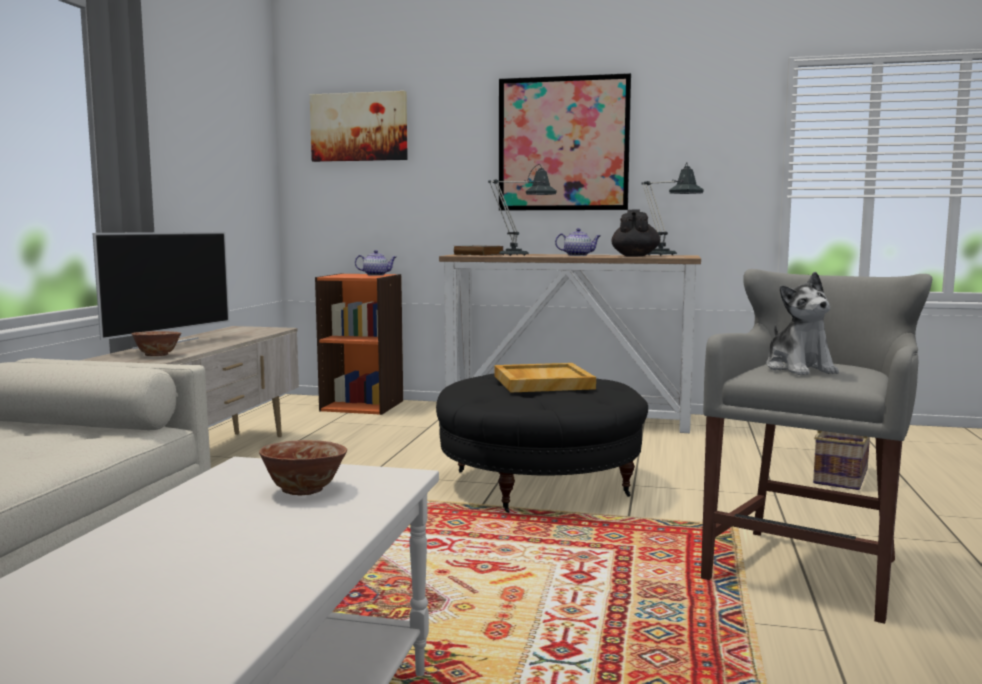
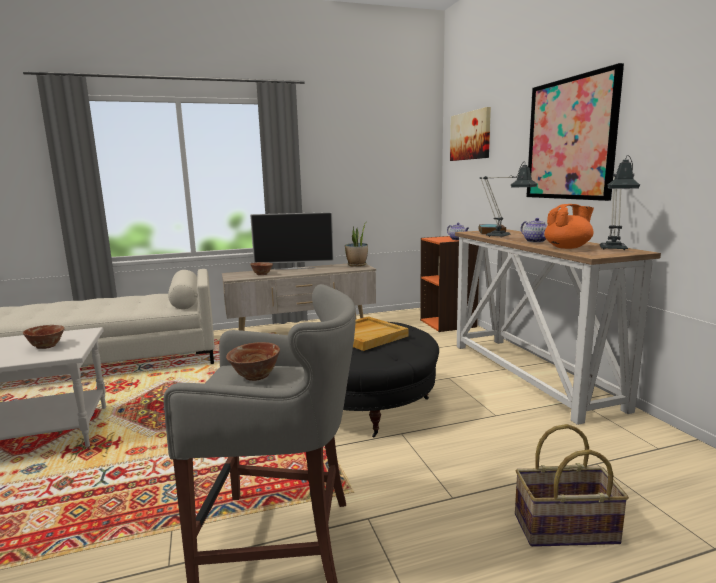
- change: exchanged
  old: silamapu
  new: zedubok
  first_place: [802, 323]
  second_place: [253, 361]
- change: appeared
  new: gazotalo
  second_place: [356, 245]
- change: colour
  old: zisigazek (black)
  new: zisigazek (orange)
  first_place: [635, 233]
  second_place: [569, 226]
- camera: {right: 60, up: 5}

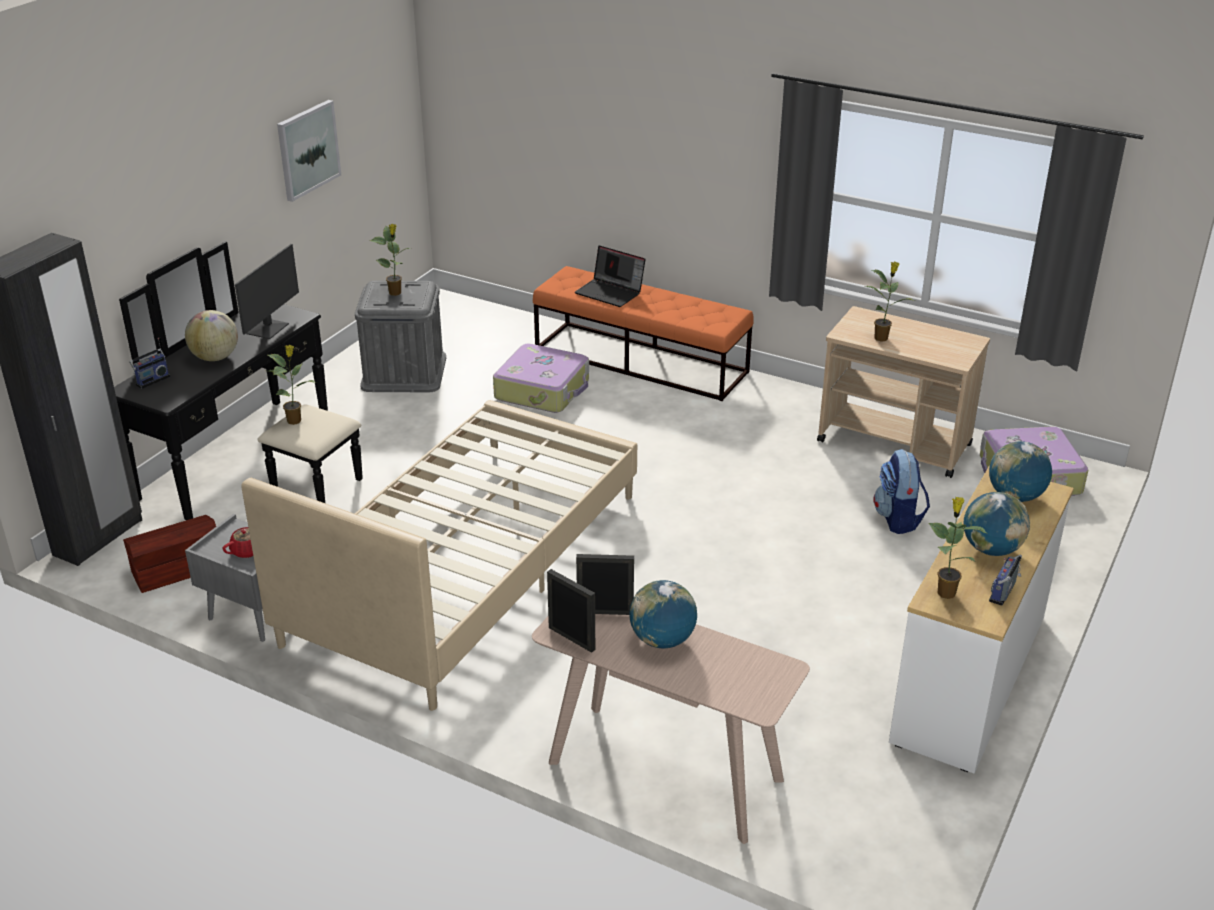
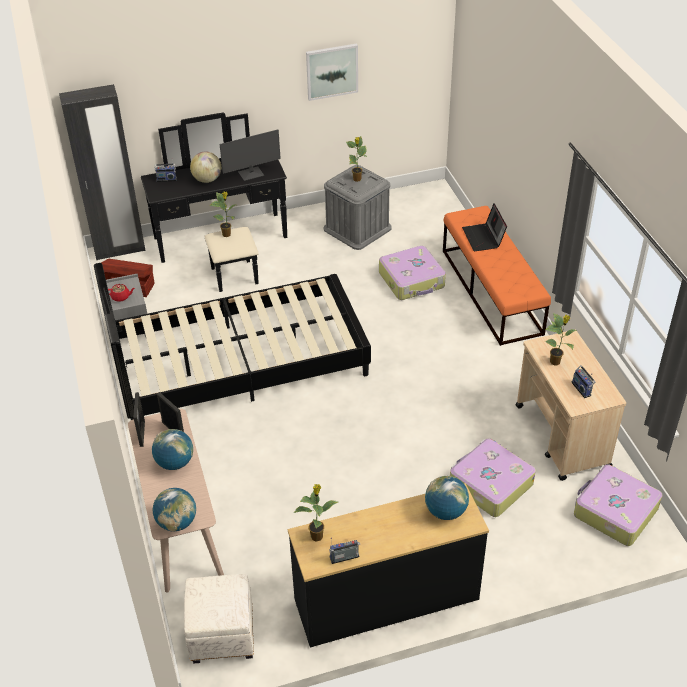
- change: colour
  old: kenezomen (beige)
  new: kenezomen (black)
  first_place: [439, 555]
  second_place: [232, 341]
- change: relocated
  old: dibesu
  first_place: [997, 524]
  second_place: [174, 510]
- change: appeared
  new: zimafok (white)
  second_place: [219, 619]
- change: colour
  old: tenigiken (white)
  new: tenigiken (black)
  first_place: [981, 619]
  second_place: [388, 565]
- change: exchanged
  old: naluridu
  new: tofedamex
  first_place: [902, 491]
  second_place: [493, 477]
- change: appeared
  new: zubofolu
  second_place: [583, 381]
- camera: {right: 45, up: 10}

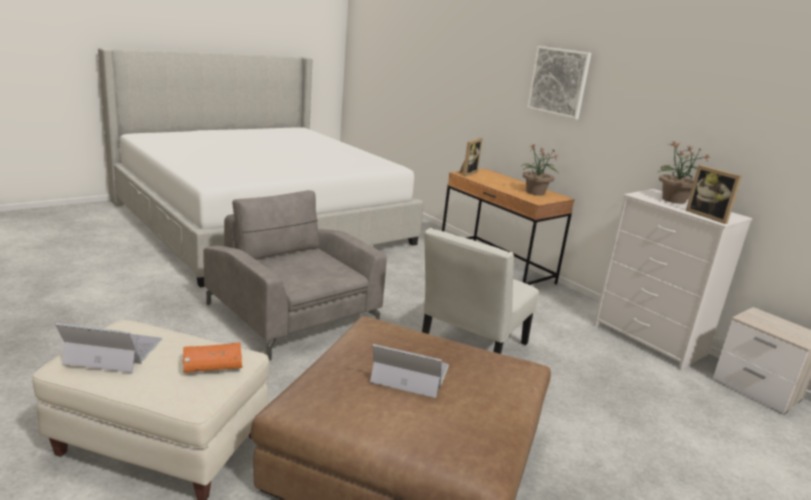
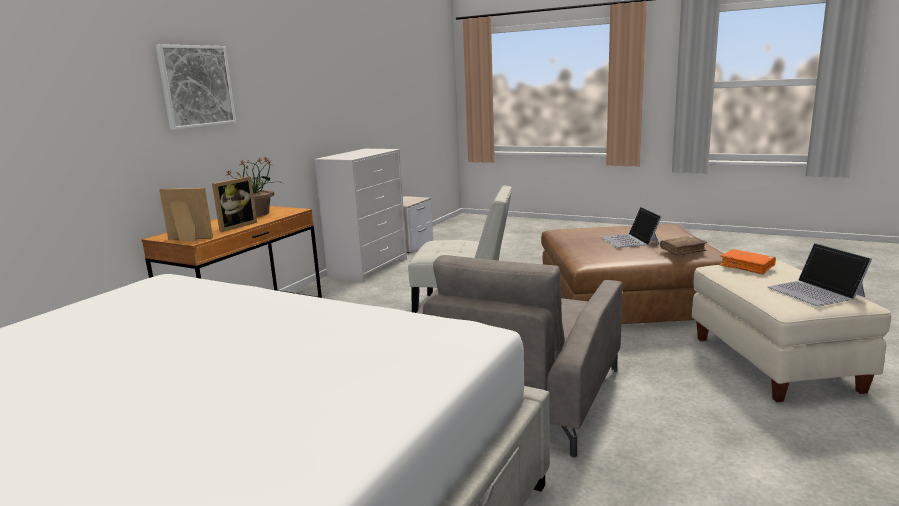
- change: relocated
  old: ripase
  first_place: [714, 194]
  second_place: [234, 204]
- change: appeared
  new: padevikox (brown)
  second_place: [684, 246]
- change: missing
  old: gazotalo
  first_place: [683, 172]
- camera: {right: -110, up: -5}

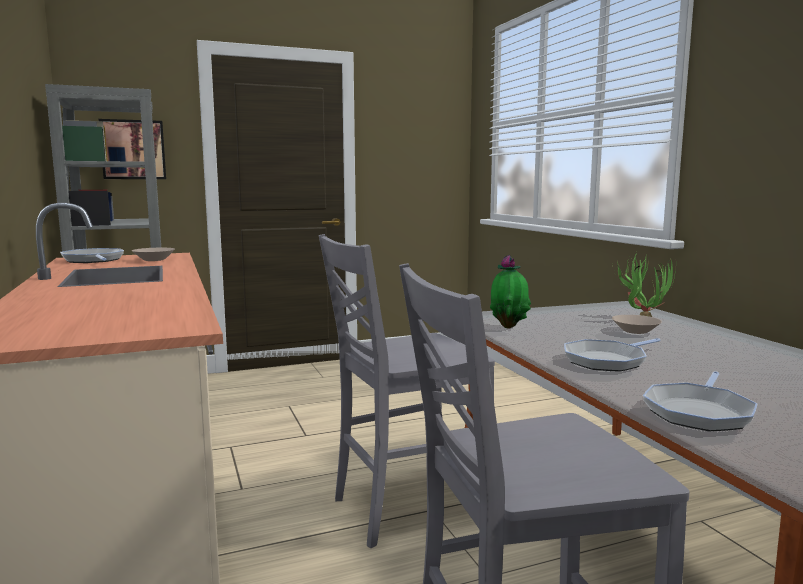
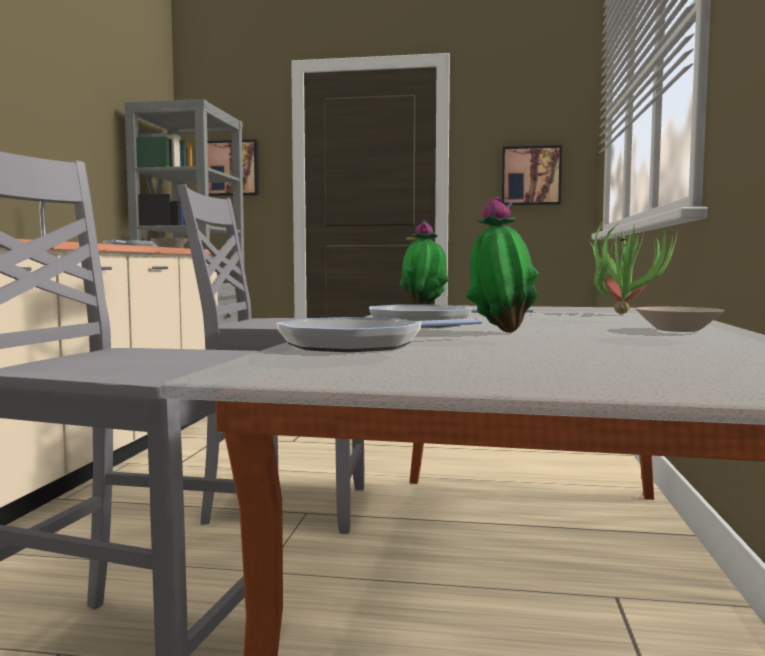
- change: appeared
  new: gazotalo
  second_place: [502, 265]
- change: appeared
  new: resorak
  second_place: [532, 175]
- change: relocated
  old: zedubok (beige)
  first_place: [637, 324]
  second_place: [680, 319]
- camera: {right: 30, up: -5}

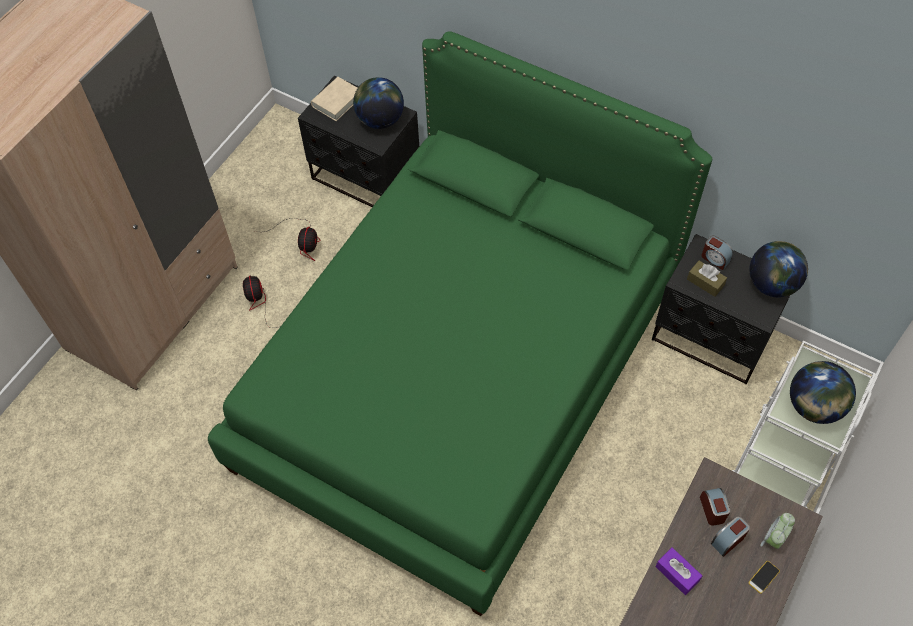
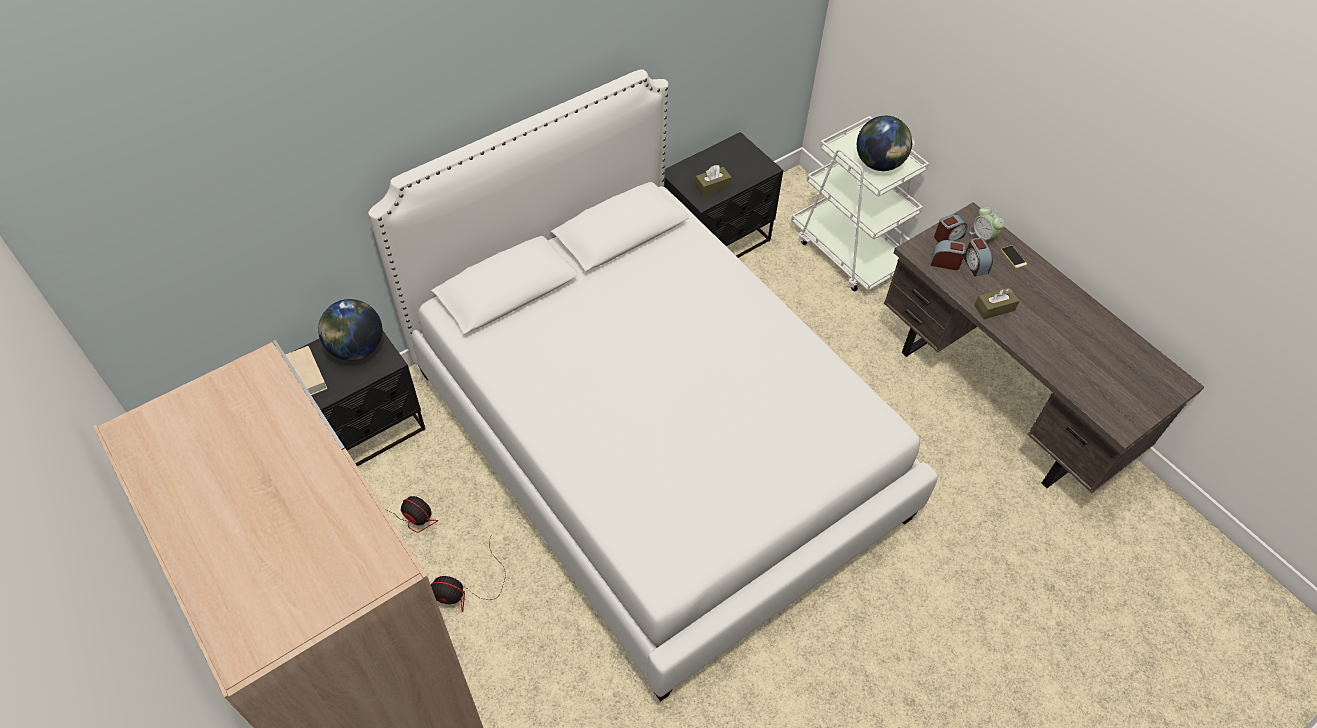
- change: colour
  old: kenezomen (green)
  new: kenezomen (white)
  first_place: [460, 323]
  second_place: [653, 385]
- change: relocated
  old: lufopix
  first_place: [717, 252]
  second_place: [950, 228]
- change: colour
  old: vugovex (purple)
  new: vugovex (brown)
  first_place: [678, 571]
  second_place: [996, 303]
- change: missing
  old: dibesu
  first_place: [778, 269]
- camera: {right: -70, up: -5}

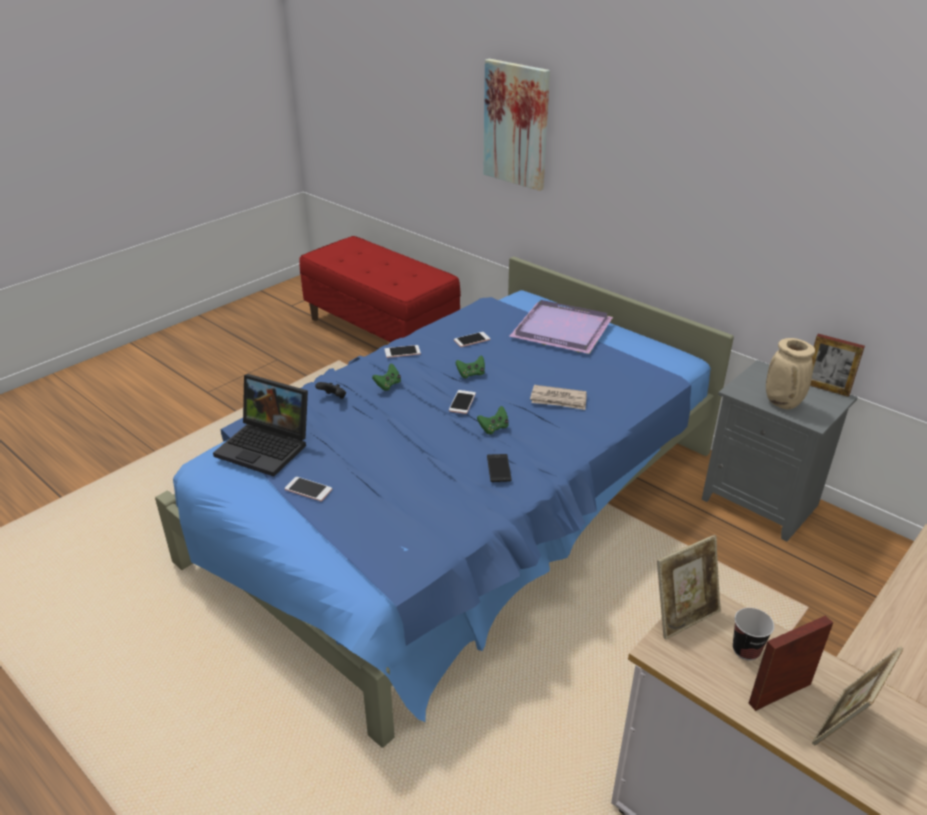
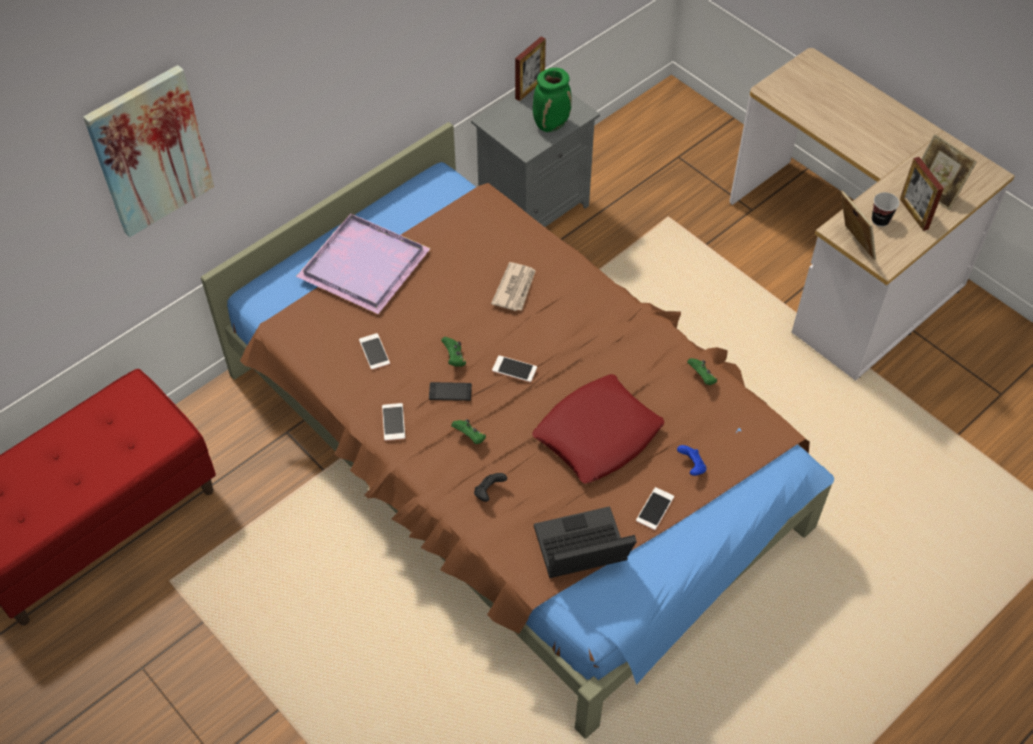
- change: colour
  old: kenezomen (blue)
  new: kenezomen (brown)
  first_place: [444, 502]
  second_place: [517, 430]
- change: relocated
  old: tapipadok
  first_place: [499, 468]
  second_place: [450, 391]
- change: appeared
  new: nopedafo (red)
  second_place: [598, 429]
- change: colour
  old: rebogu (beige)
  new: rebogu (green)
  first_place: [790, 374]
  second_place: [552, 100]
- change: spun
  old: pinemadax
  first_place: [260, 425]
  second_place: [585, 542]
  degrees: -135
- change: appeared
  new: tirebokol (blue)
  second_place: [691, 460]
- change: relocated
  old: tirebokol (green)
  first_place: [493, 420]
  second_place: [702, 371]
- camera: {right: -85, up: 20}

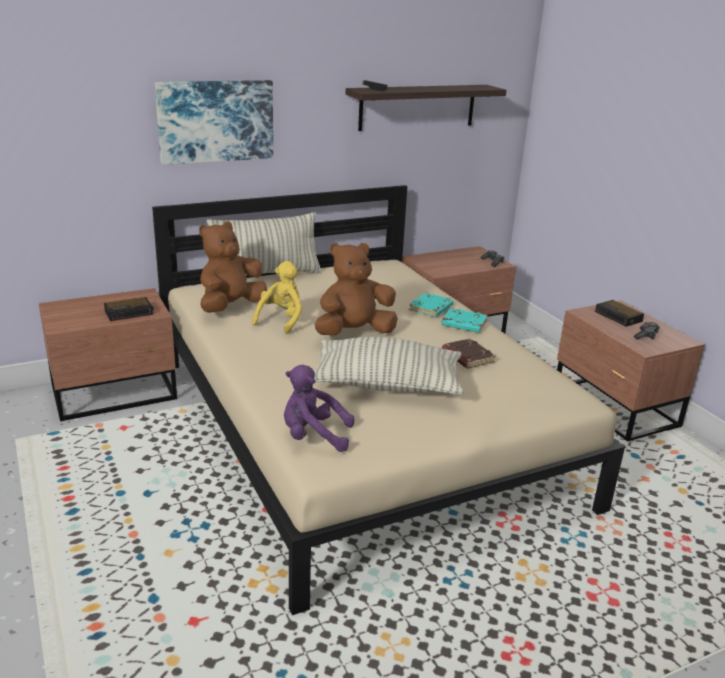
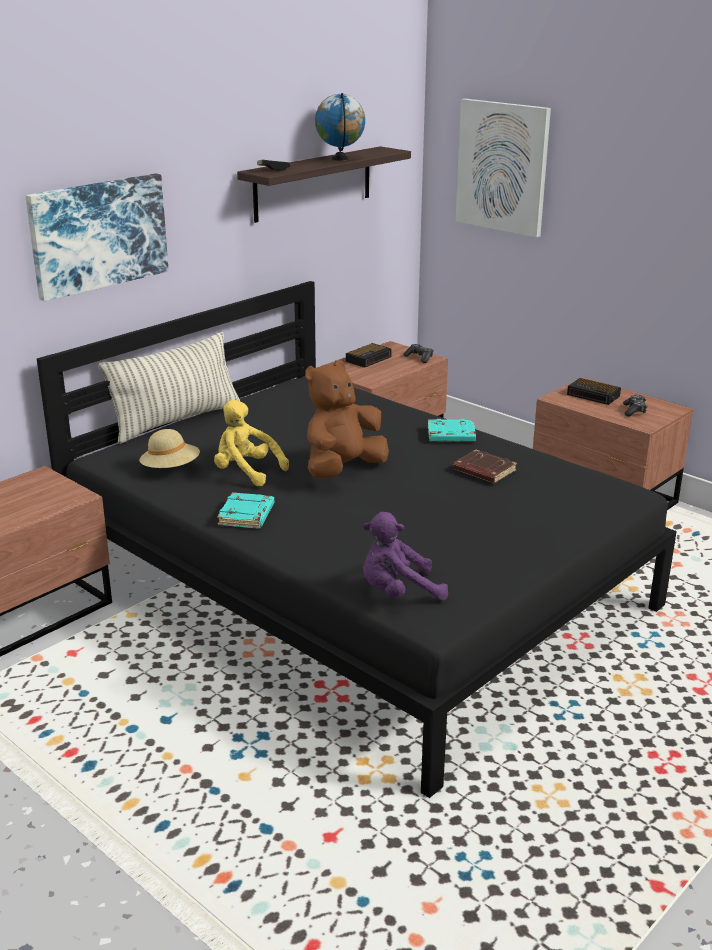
- change: colour
  old: kenezomen (beige)
  new: kenezomen (black)
  first_place: [388, 400]
  second_place: [357, 539]
- change: exchanged
  old: silamapu (brown)
  new: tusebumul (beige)
  first_place: [233, 267]
  second_place: [169, 448]
- change: spun
  old: silamapu (yellow)
  first_place: [277, 297]
  second_place: [251, 443]
  degrees: -60
- change: relocated
  old: padevikox (turquoise)
  first_place: [431, 304]
  second_place: [245, 510]
- change: appeared
  new: dibesu
  second_place: [340, 126]
- change: relocated
  old: lufopix
  first_place: [129, 309]
  second_place: [369, 355]
- change: appeared
  new: resorak
  second_place: [503, 168]
- change: missing
  old: nopedafo
  first_place: [389, 366]
- camera: {right: -20, up: 0}

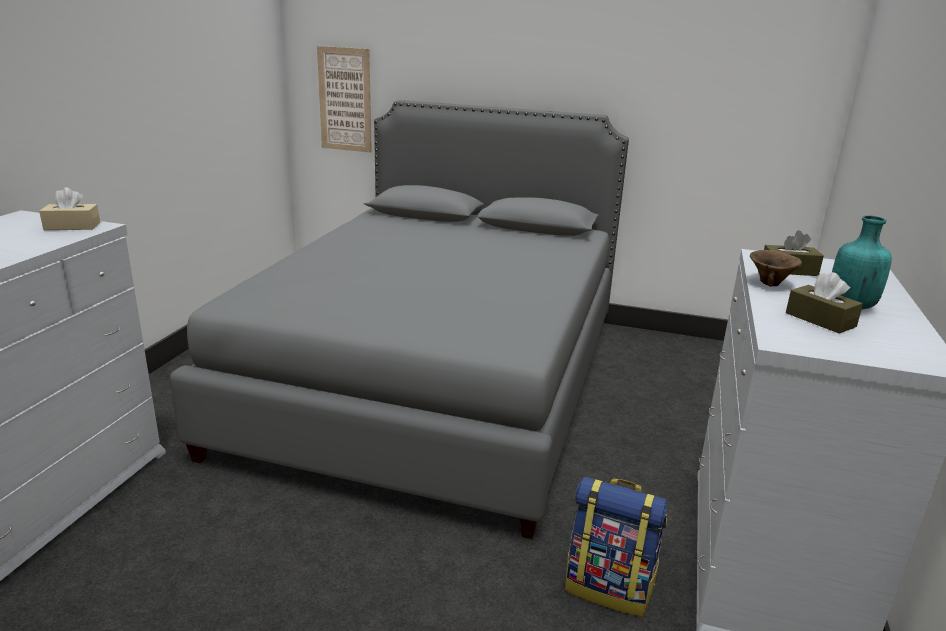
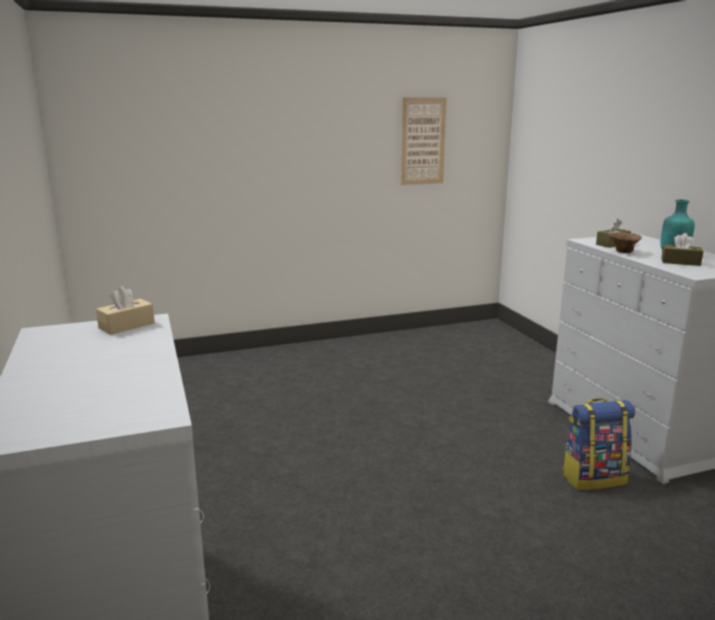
- change: relocated
  old: resorak
  first_place: [344, 99]
  second_place: [424, 141]
- change: missing
  old: kenezomen (grey)
  first_place: [399, 319]
- camera: {right: -35, up: -5}

